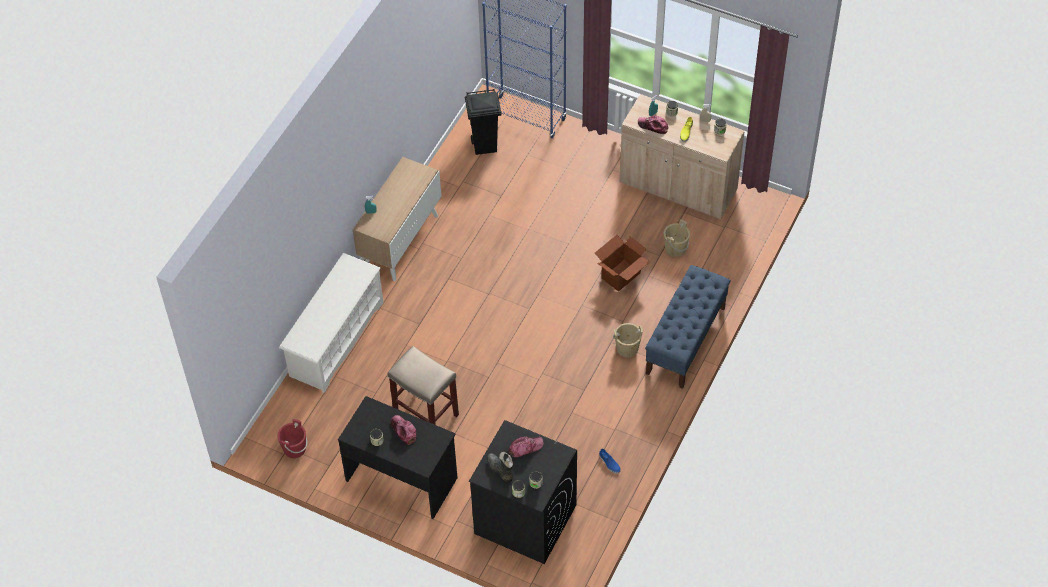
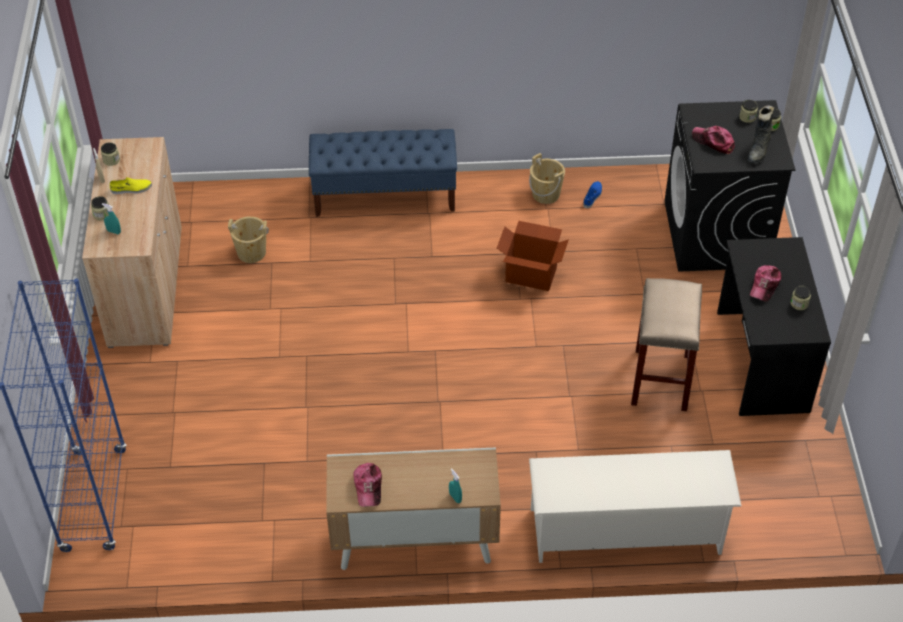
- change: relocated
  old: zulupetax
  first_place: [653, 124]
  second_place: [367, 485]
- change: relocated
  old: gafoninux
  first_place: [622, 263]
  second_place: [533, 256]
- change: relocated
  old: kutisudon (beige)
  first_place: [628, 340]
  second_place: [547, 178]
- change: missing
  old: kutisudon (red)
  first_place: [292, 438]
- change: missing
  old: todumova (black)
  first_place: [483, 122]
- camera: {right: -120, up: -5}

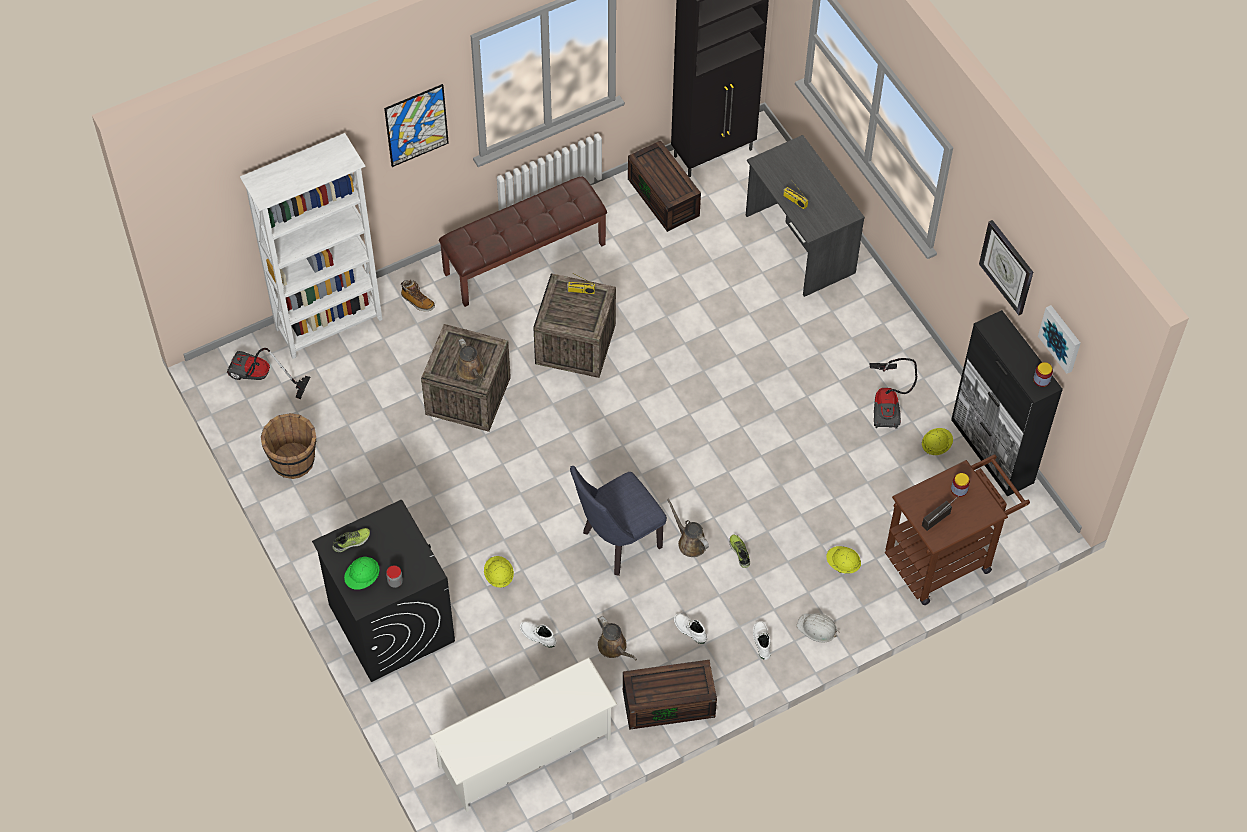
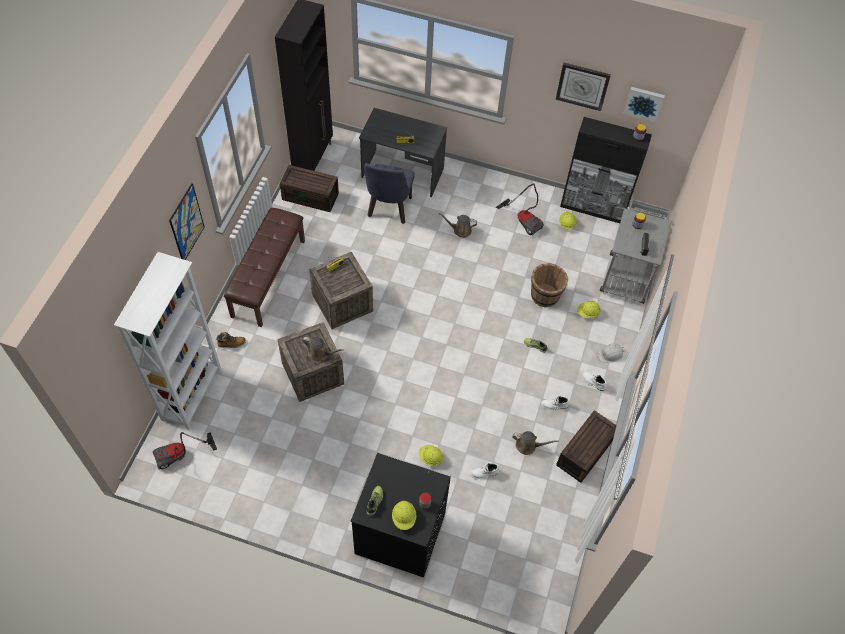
- change: relocated
  old: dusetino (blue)
  first_place: [618, 521]
  second_place: [389, 193]
- change: colour
  old: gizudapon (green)
  new: gizudapon (yellow)
  first_place: [362, 573]
  second_place: [404, 515]
- change: relocated
  old: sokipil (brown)
  first_place: [688, 528]
  second_place: [458, 225]
- change: relocated
  old: kutisudon (brown)
  first_place: [288, 446]
  second_place: [549, 285]
- change: colour
  old: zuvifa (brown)
  new: zuvifa (grey)
  first_place: [957, 529]
  second_place: [636, 250]
- change: missing
  old: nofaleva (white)
  first_place: [523, 734]
- camera: {right: -45, up: 0}

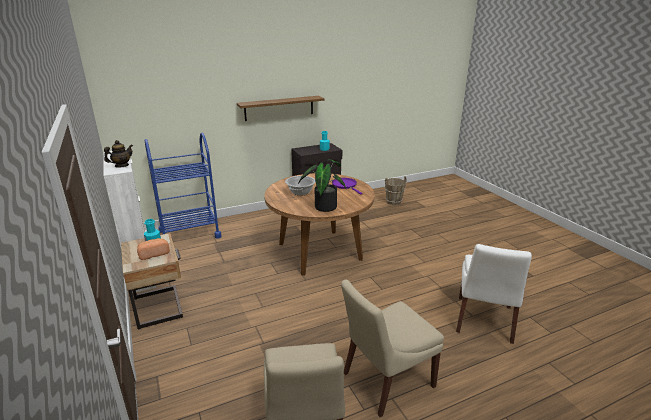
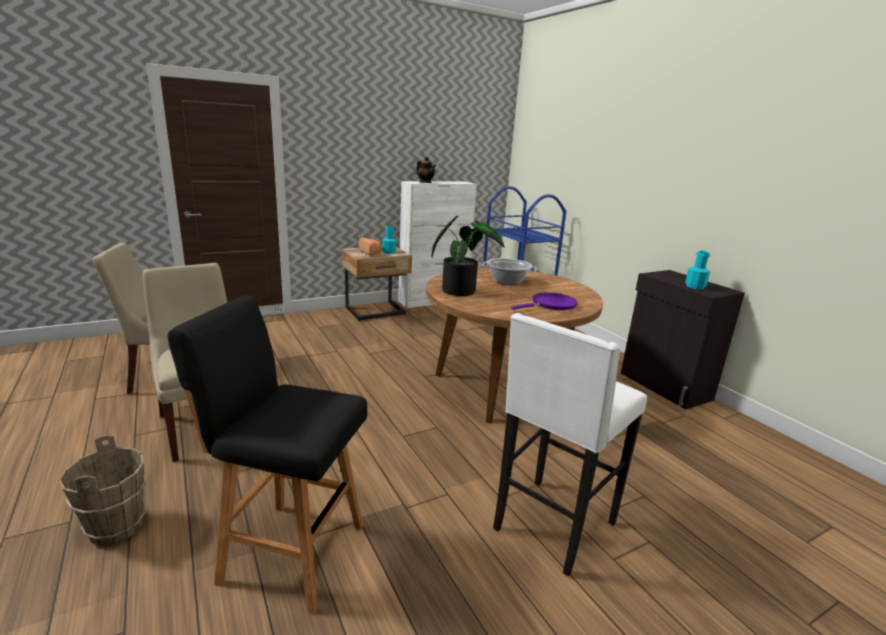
- change: relocated
  old: kutisudon (brown)
  first_place: [396, 190]
  second_place: [102, 490]
- change: exchanged
  old: dusetino (white)
  new: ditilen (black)
  first_place: [494, 294]
  second_place: [267, 454]
- change: appeared
  new: ditilen (white)
  second_place: [570, 445]
- change: missing
  old: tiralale
  first_place: [281, 108]
- camera: {right: 85, up: -5}

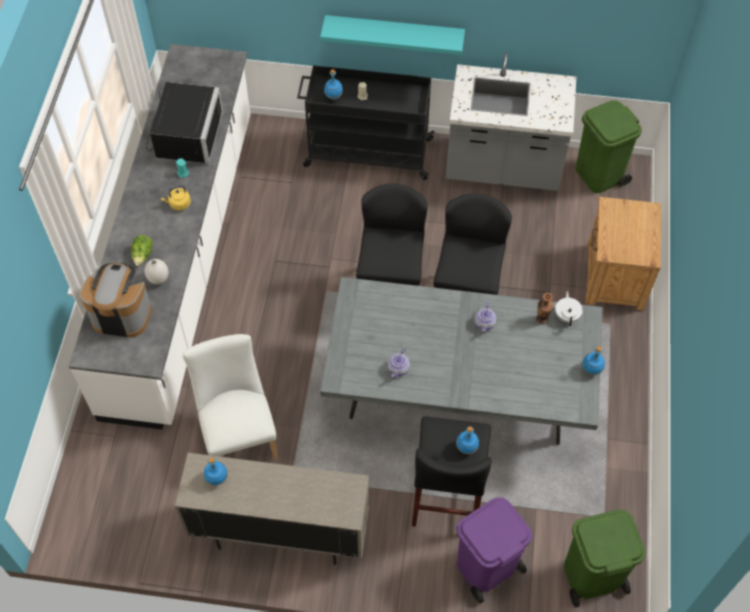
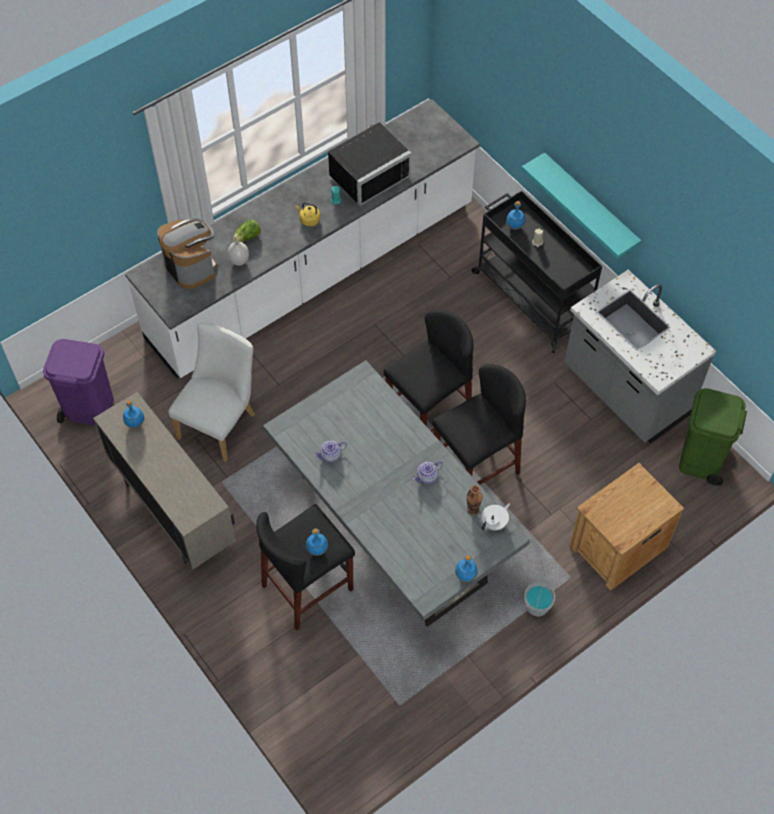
- change: relocated
  old: todumova (purple)
  first_place: [494, 550]
  second_place: [78, 382]
- change: appeared
  new: kutisudon (grey)
  second_place: [539, 598]
- change: missing
  old: todumova (green)
  first_place: [605, 559]
- camera: {right: 45, up: 0}

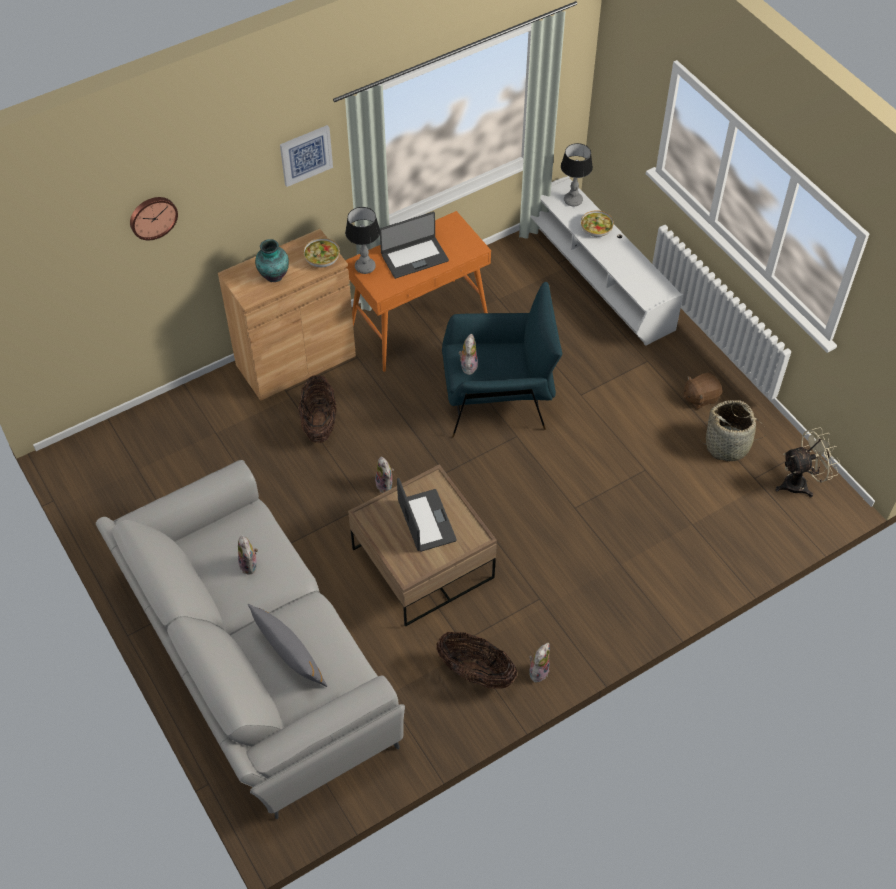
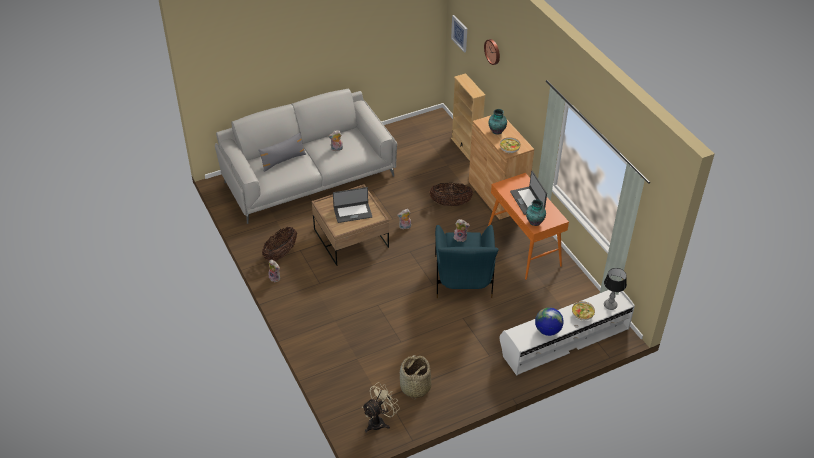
- change: spun
  old: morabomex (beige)
  first_place: [807, 462]
  second_place: [381, 407]
  degrees: -120
- change: relocated
  old: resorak
  first_place: [306, 156]
  second_place: [459, 34]
- change: appeared
  new: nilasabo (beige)
  second_place: [468, 117]
- change: appeared
  new: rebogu
  second_place: [536, 212]
- change: appeared
  new: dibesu
  second_place: [549, 321]
- change: missing
  old: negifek
  first_place: [362, 240]
- change: missing
  old: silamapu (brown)
  first_place: [702, 391]
- camera: {right: 95, up: -10}

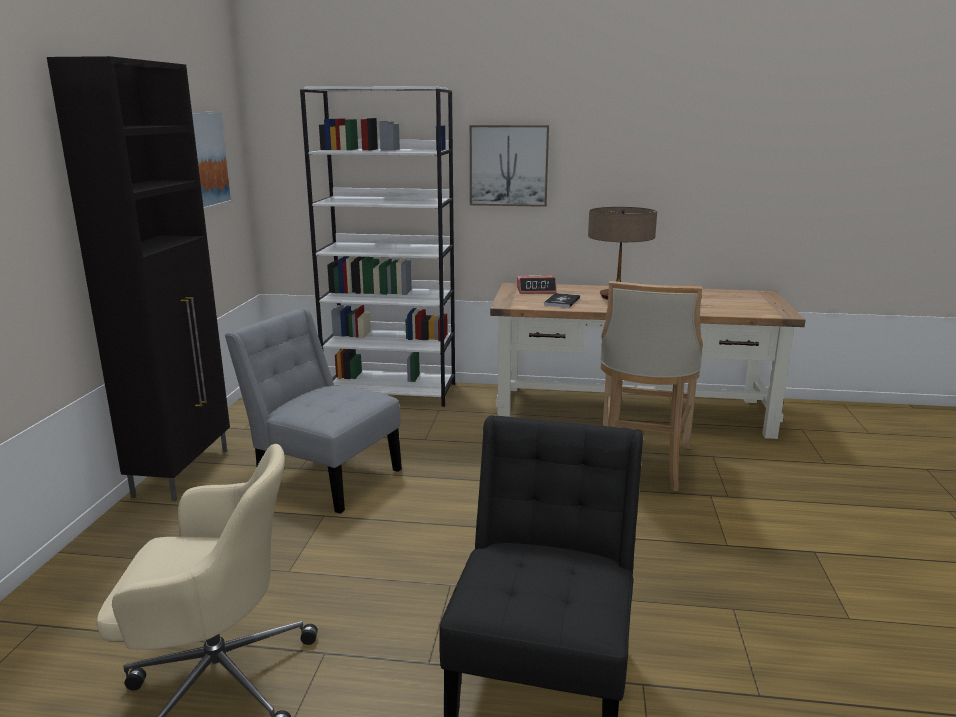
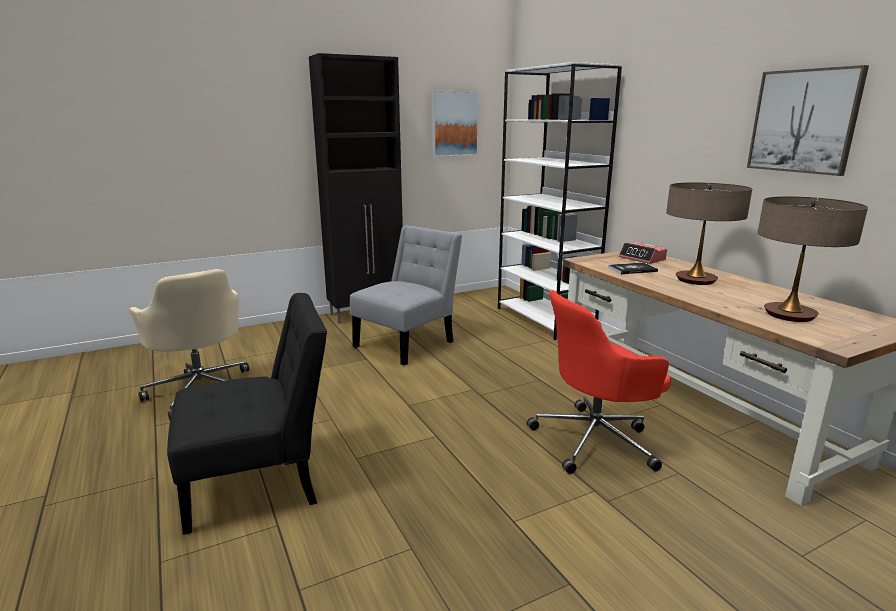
- change: spun
  old: dusetino (grey)
  first_place: [313, 411]
  second_place: [406, 295]
  degrees: 45
- change: exchanged
  old: ditilen (beige)
  new: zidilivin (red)
  first_place: [651, 386]
  second_place: [599, 382]
- change: relocated
  old: resorak
  first_place: [509, 166]
  second_place: [808, 120]
- change: appeared
  new: negifek
  second_place: [813, 259]
- camera: {right: 55, up: 0}

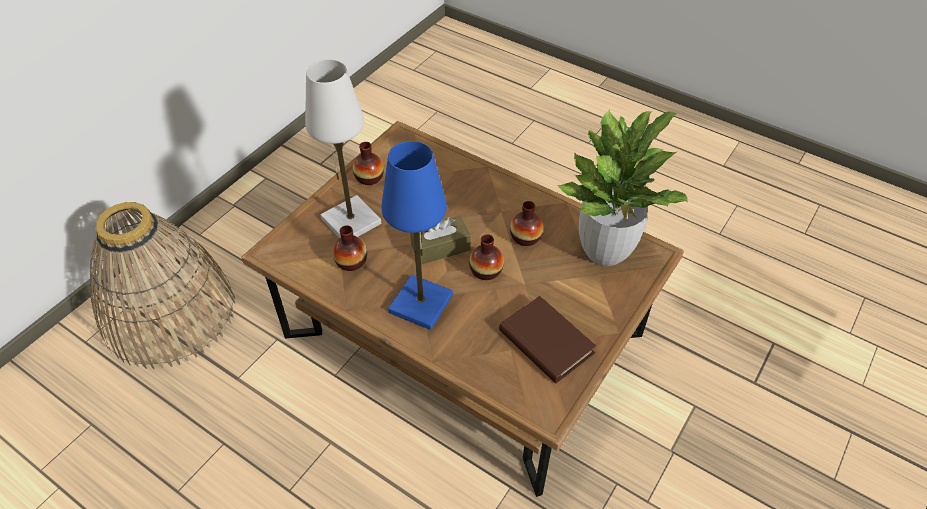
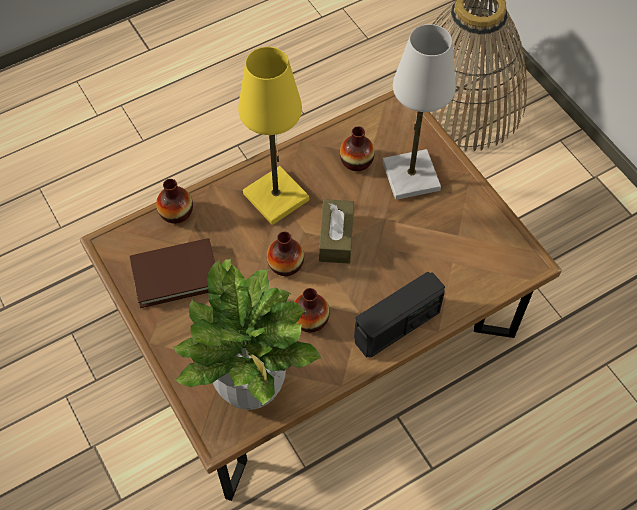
- change: relocated
  old: rebogu
  first_place: [368, 163]
  second_place: [174, 201]
- change: colour
  old: negifek (blue)
  new: negifek (yellow)
  first_place: [417, 235]
  second_place: [273, 136]
- change: appeared
  new: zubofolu
  second_place: [399, 315]
- camera: {right: 115, up: 10}

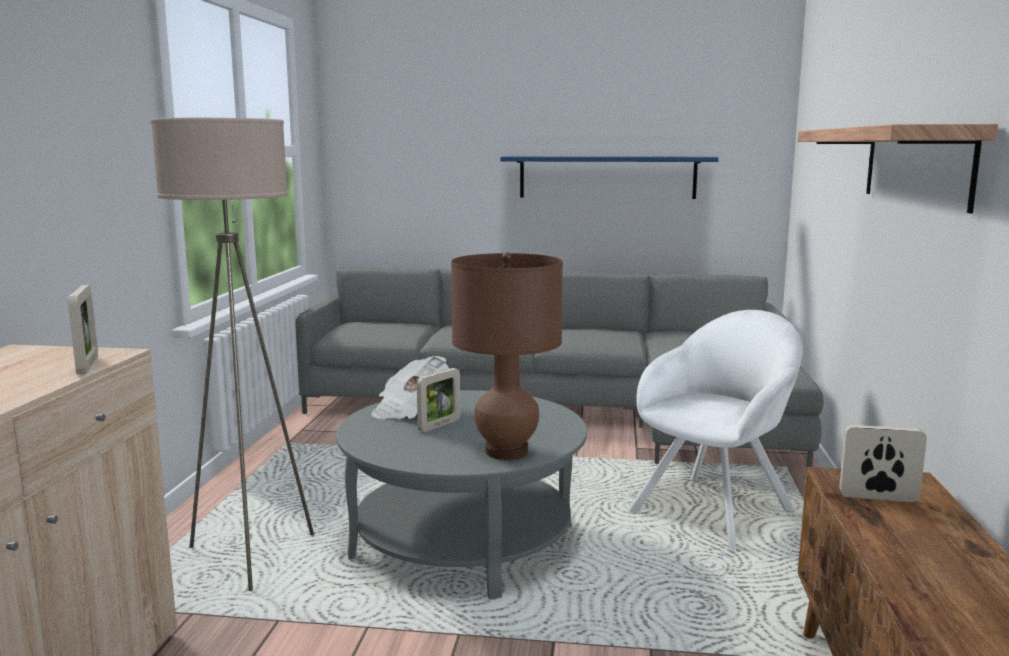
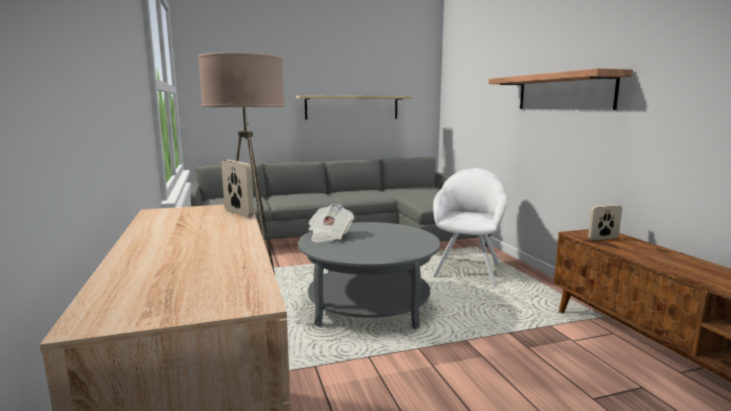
- change: colour
  old: tiralale (blue)
  new: tiralale (beige)
  first_place: [609, 177]
  second_place: [354, 107]
- change: missing
  old: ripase
  first_place: [438, 400]
- change: missing
  old: negifek (brown)
  first_place: [507, 356]
- camera: {right: -25, up: 0}

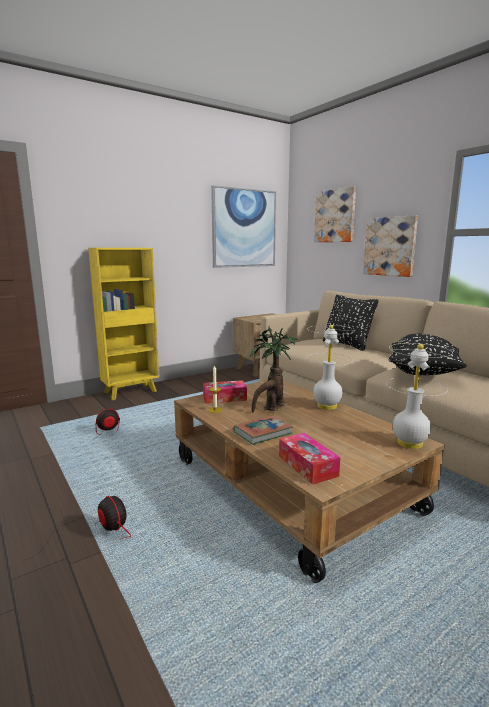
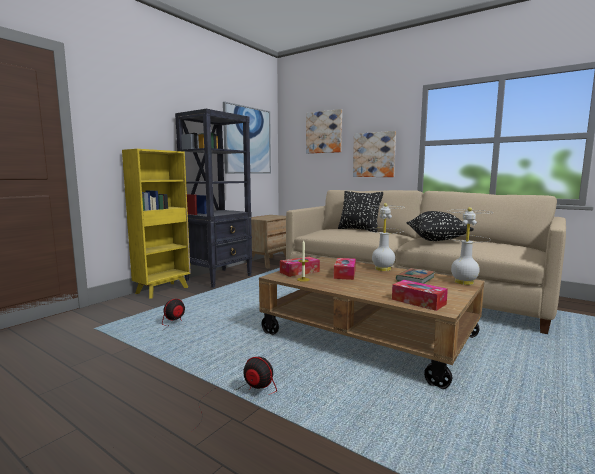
- change: appeared
  new: nilasabo (black)
  second_place: [213, 198]
- change: exchanged
  old: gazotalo
  new: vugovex
  first_place: [273, 369]
  second_place: [345, 269]
- change: relocated
  old: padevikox
  first_place: [263, 430]
  second_place: [415, 276]
- camera: {right: -20, up: -5}

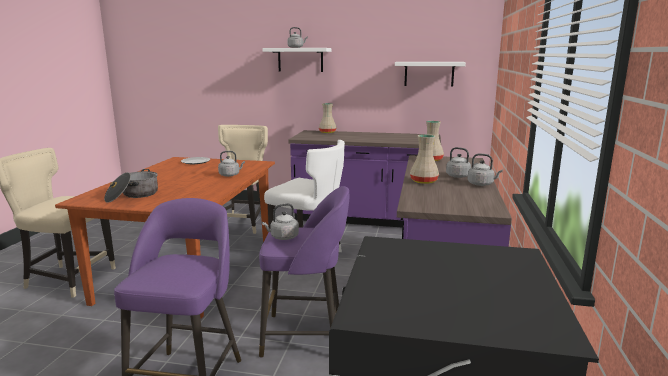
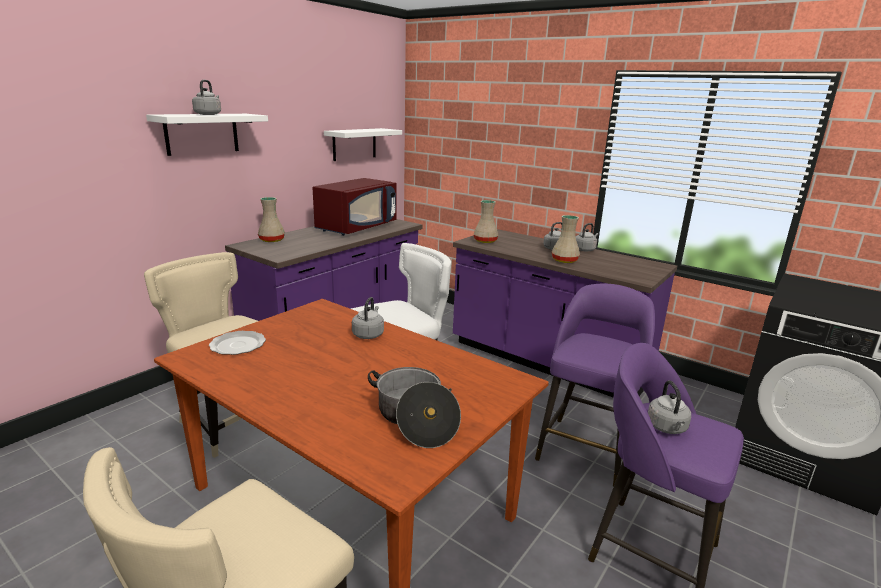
- change: appeared
  new: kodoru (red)
  second_place: [355, 207]
- change: relocated
  old: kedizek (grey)
  first_place: [280, 221]
  second_place: [669, 407]
- camera: {right: -65, up: 5}

